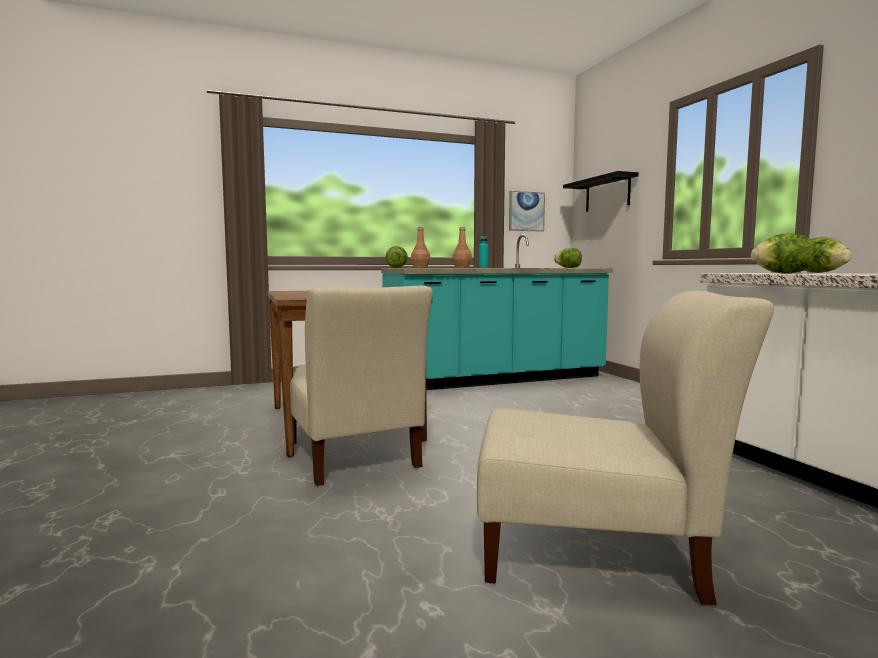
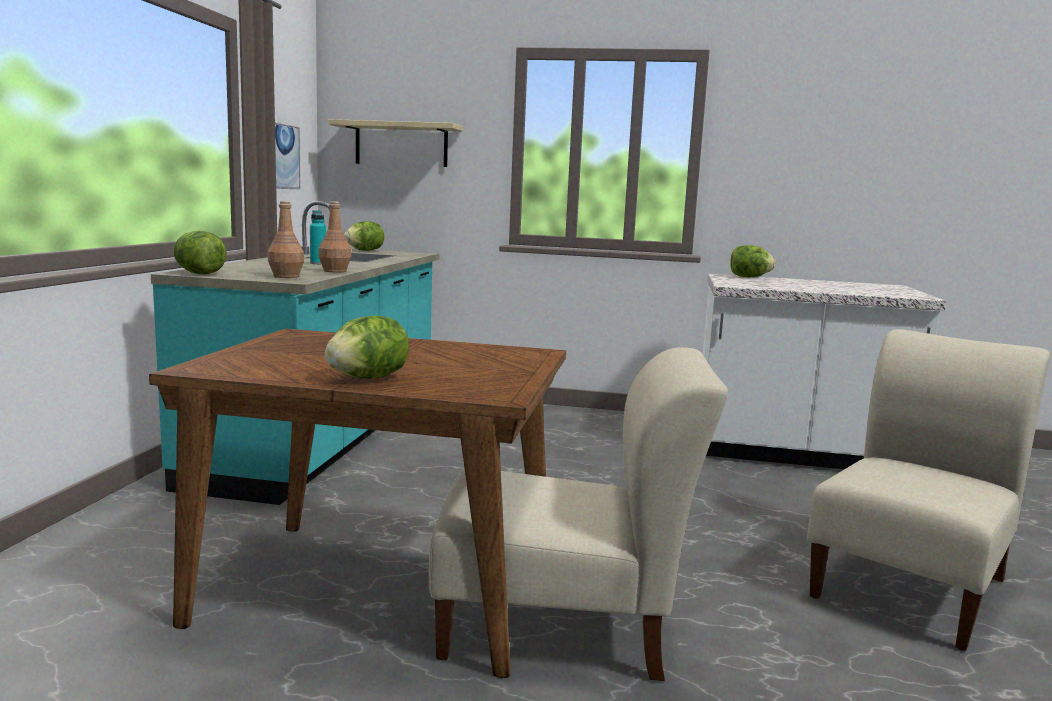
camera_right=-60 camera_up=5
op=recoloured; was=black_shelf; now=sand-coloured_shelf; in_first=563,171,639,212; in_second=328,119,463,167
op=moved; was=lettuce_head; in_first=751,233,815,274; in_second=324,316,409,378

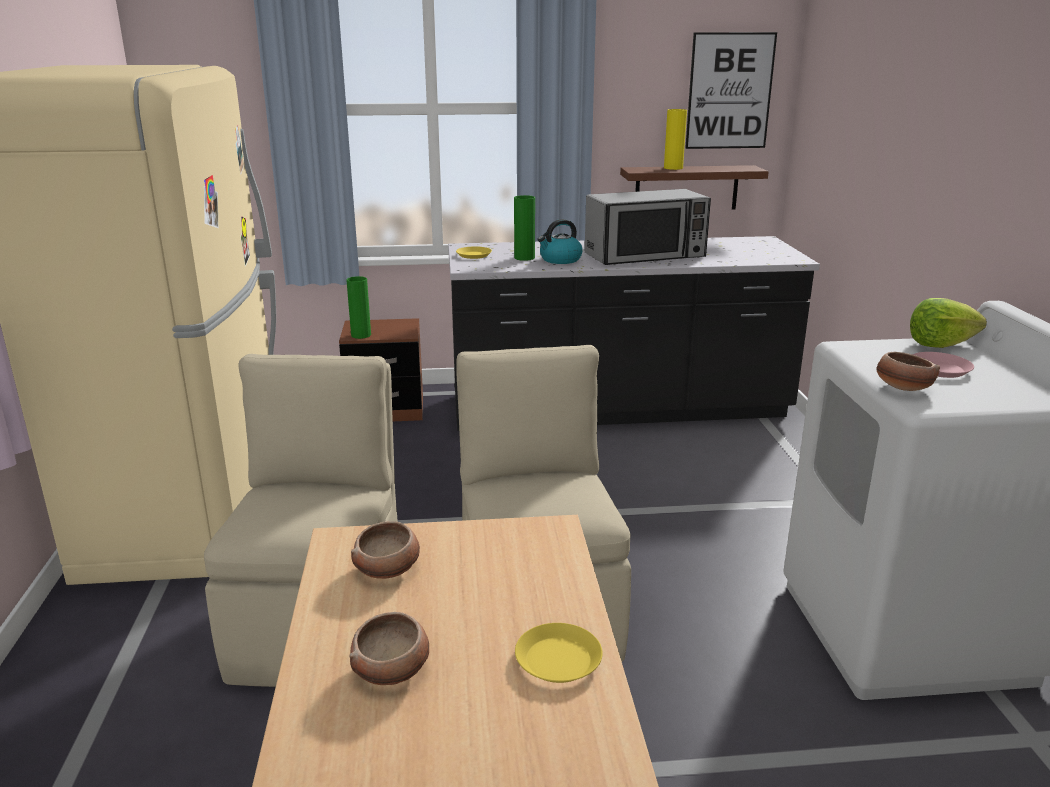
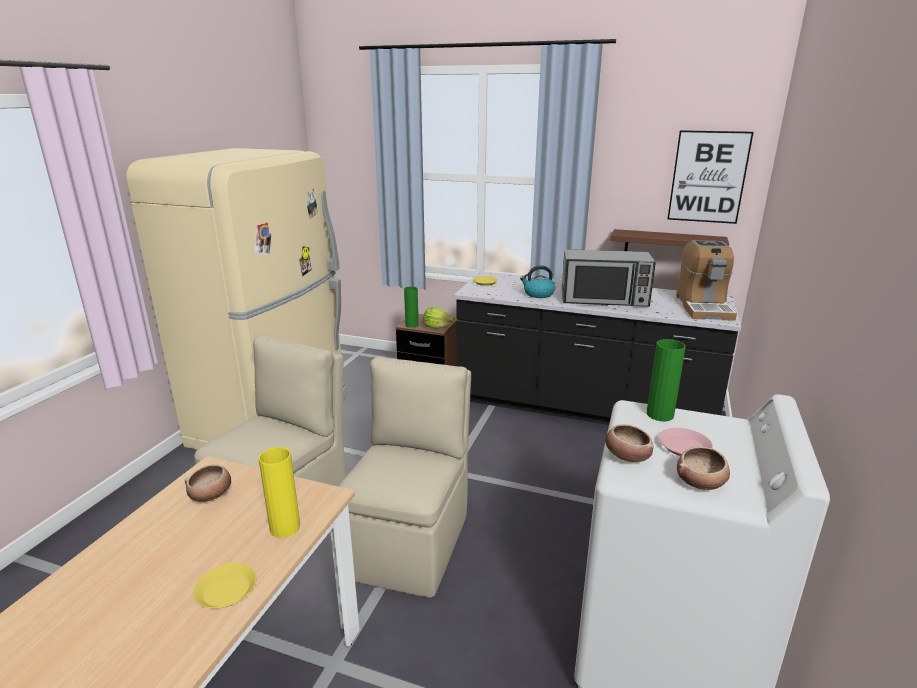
camera_right=25 camera_up=0
op=moved; was=deep_dish; in_first=349,612,429,685; in_second=677,447,730,490
op=moved; was=green_vase; in_first=514,195,535,261; in_second=647,339,686,421
op=moved; was=yellowish_vase; in_first=664,109,687,170; in_second=259,447,300,538
op=moved; was=lettuce_head; in_first=910,298,987,348; in_second=423,307,455,328
op=added; now=coffee_maker; in_second=676,240,737,321

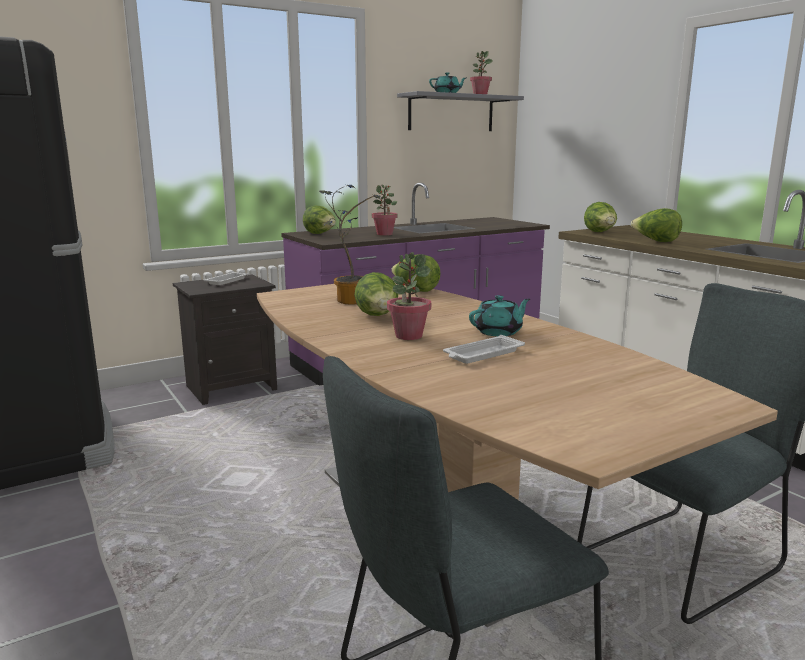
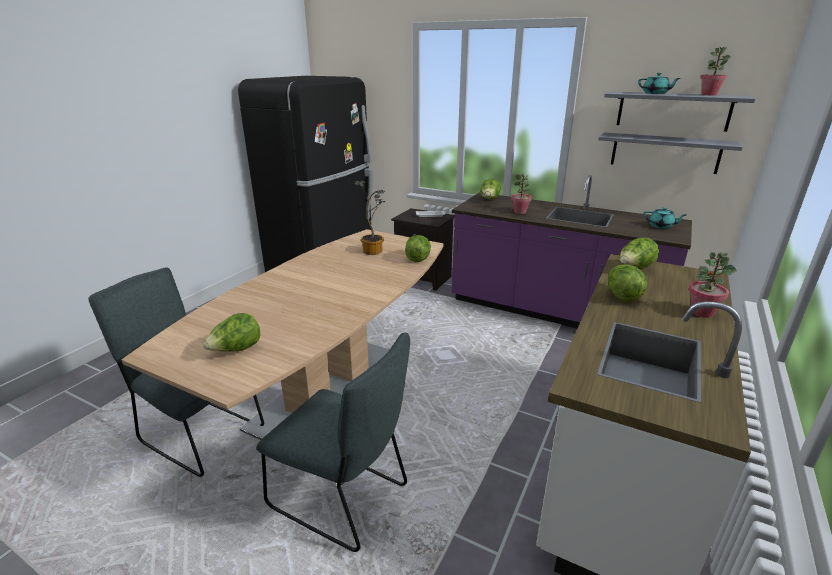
camera_right=60 camera_up=10
op=moved; was=lettuce_head; in_first=354,272,398,316; in_second=203,313,260,352
op=moved; was=plant_in_a_pot; in_first=387,252,431,340; in_second=689,252,737,318
op=removed; was=white-coloured_serving_tray; in_first=443,335,525,364
op=moved; was=turquoise-coloured_tea_pot; in_first=469,295,530,337; in_second=643,208,686,229
op=added; now=grey_shelf; in_second=598,132,743,174

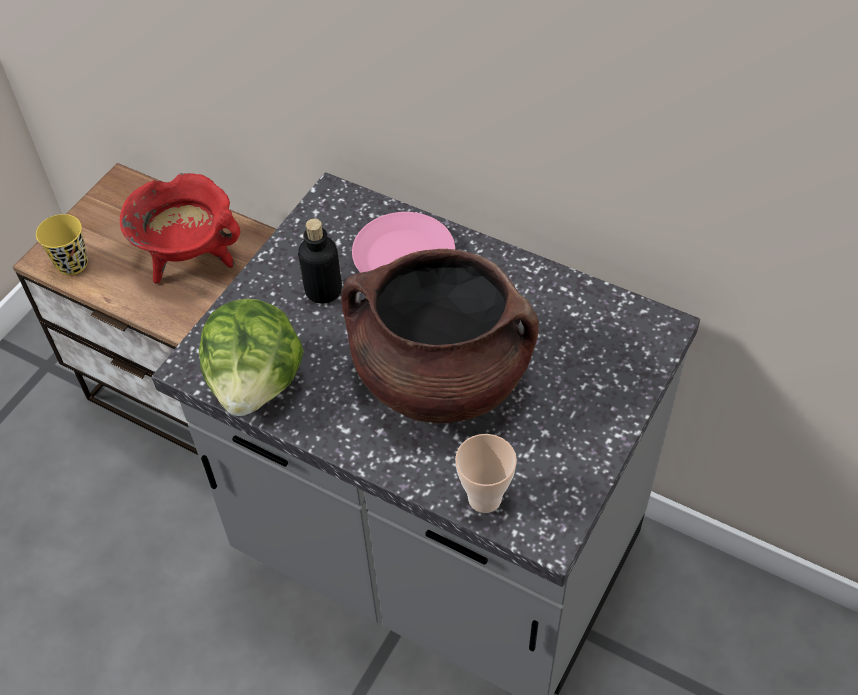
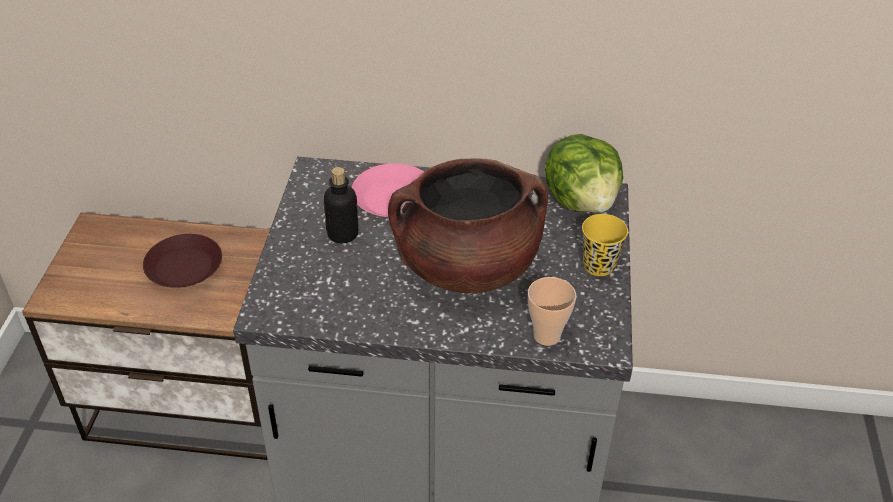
camera_right=-25 camera_up=-10
op=moved; was=yellowish_cup; in_first=36,214,88,275; in_second=582,214,628,276
op=replaced; was=reddish_cooking_pot; now=brown-coloured_flat_dish; in_first=120,173,241,284; in_second=143,234,222,288
op=moved; was=lettuce_head; in_first=199,299,304,416; in_second=545,134,623,213

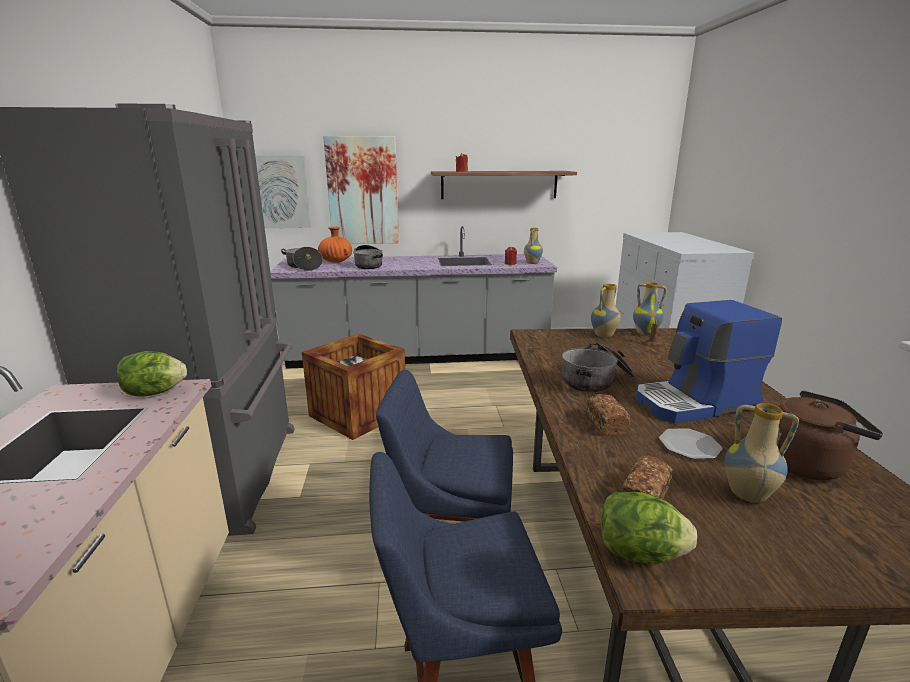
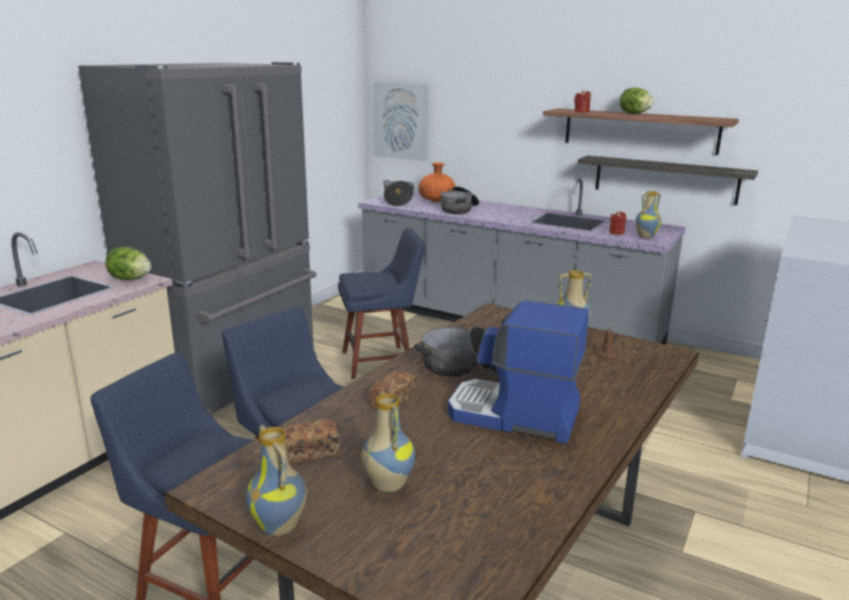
camera_right=35 camera_up=0
op=replaced; was=crate; now=bluish_chair; in_first=302,334,405,440; in_second=338,228,425,379
op=removed; was=wall_picture; in_first=323,136,399,244
op=moved; was=lettuce_head; in_first=601,492,697,564; in_second=619,88,654,114
op=moved; was=vase; in_first=633,282,667,336; in_second=246,425,307,536
op=removed; was=flat_dish; in_first=659,428,723,459
op=removed; was=brown-coloured_kettle; in_first=777,391,883,480
op=added; now=shelf; in_second=578,155,758,205

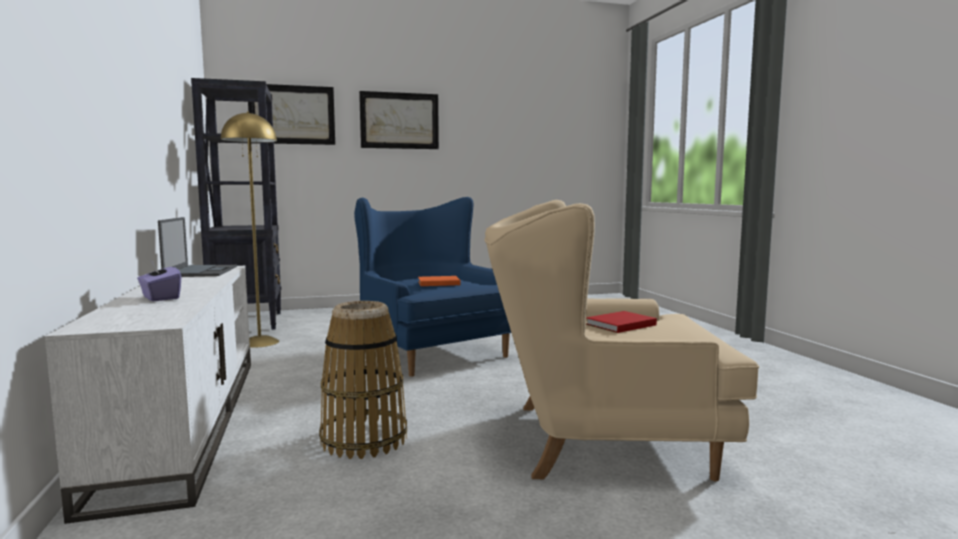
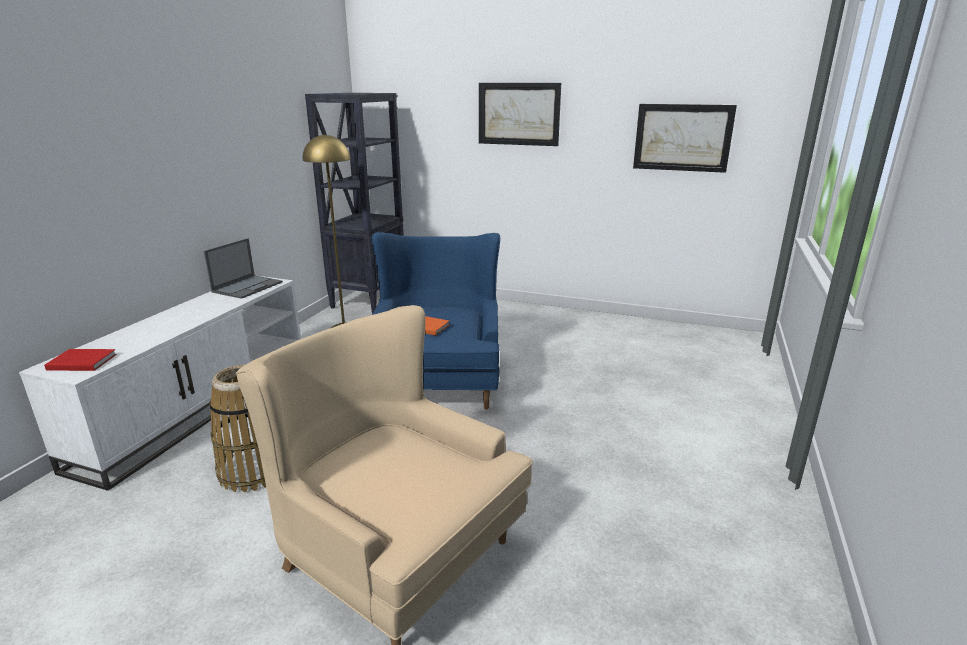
camera_right=35 camera_up=15
op=removed; was=purple-coloured_box_of_tissues; in_first=137,259,181,302
op=moved; was=wall_picture; in_first=248,84,335,145; in_second=633,104,737,173
op=moved; was=reddish_bound_book; in_first=586,311,657,333; in_second=44,349,117,371

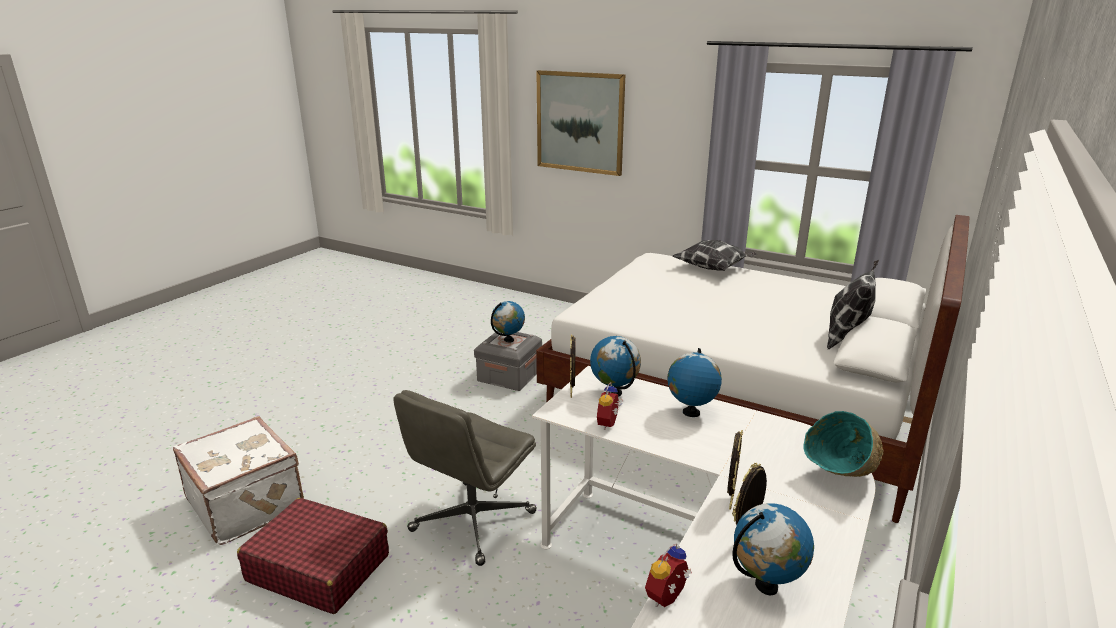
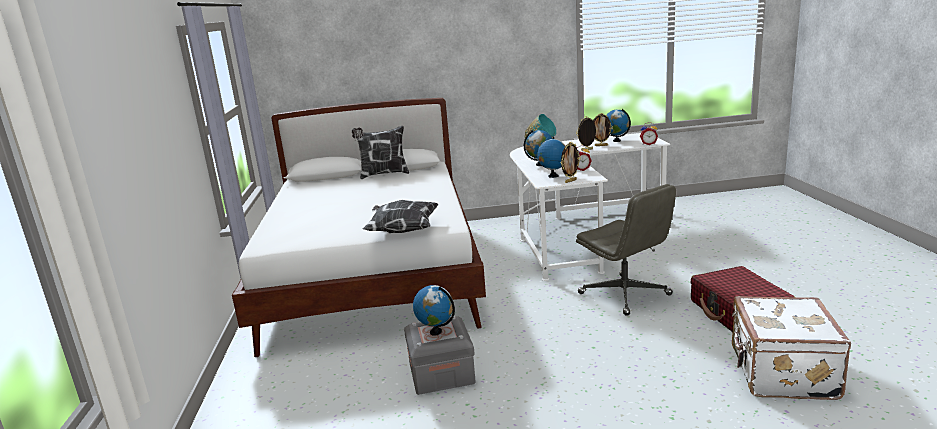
camera_right=-125 camera_up=-5
op=turned; was=grey_desk_chair; in_first=393,390,537,566; in_second=576,184,676,316; clockwise=60
op=removed; was=wall_picture; in_first=536,70,625,176
op=moved; was=throw_pillow; in_first=673,240,757,271; in_second=363,200,439,233

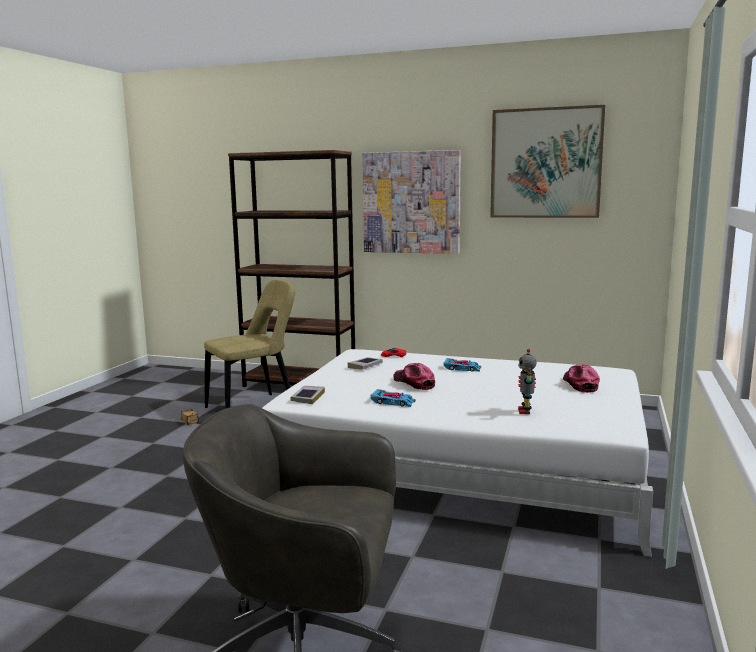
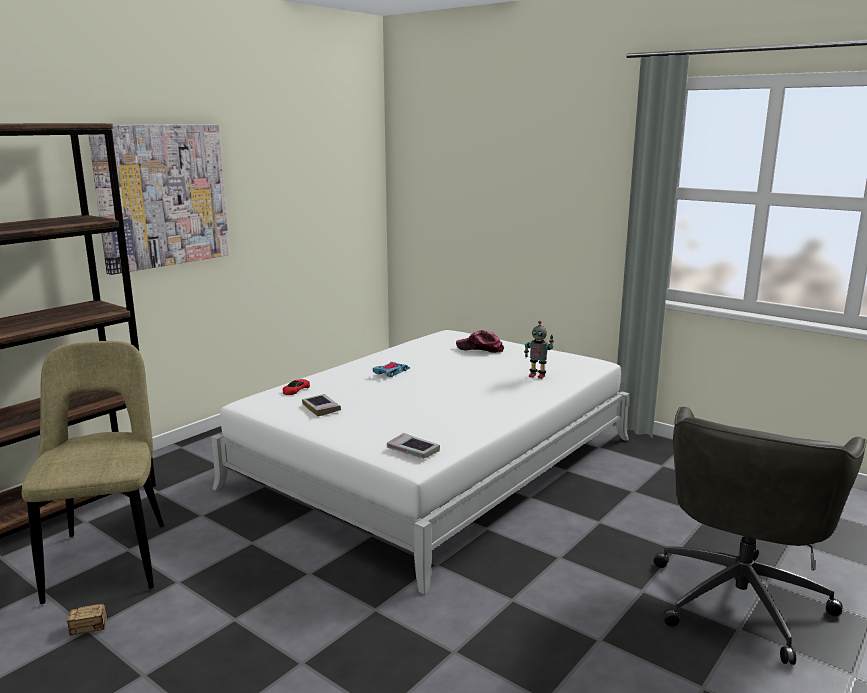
camera_right=-70 camera_up=5
op=removed; was=model_car; in_first=370,389,416,407
op=removed; was=peaked_cap; in_first=393,363,435,390
op=removed; was=wall_picture; in_first=490,105,605,218

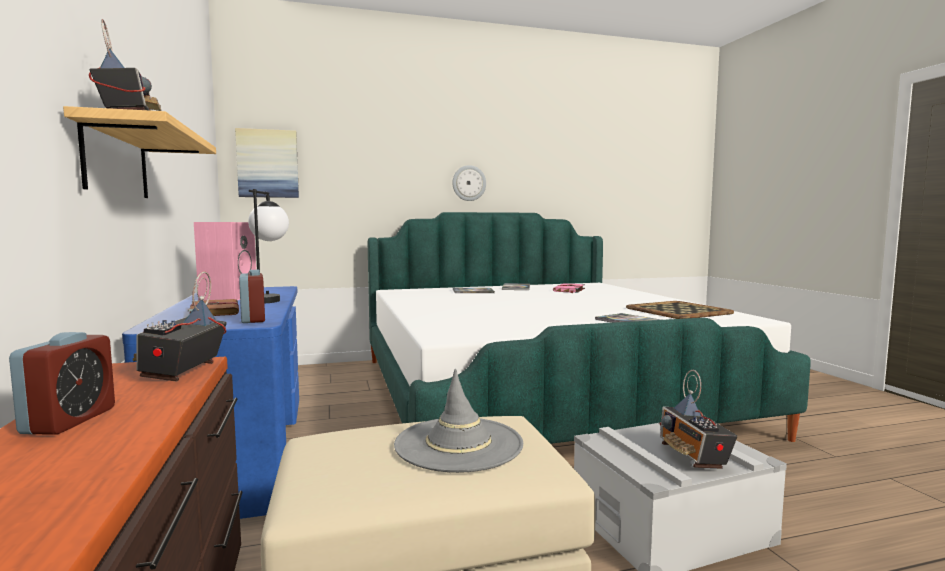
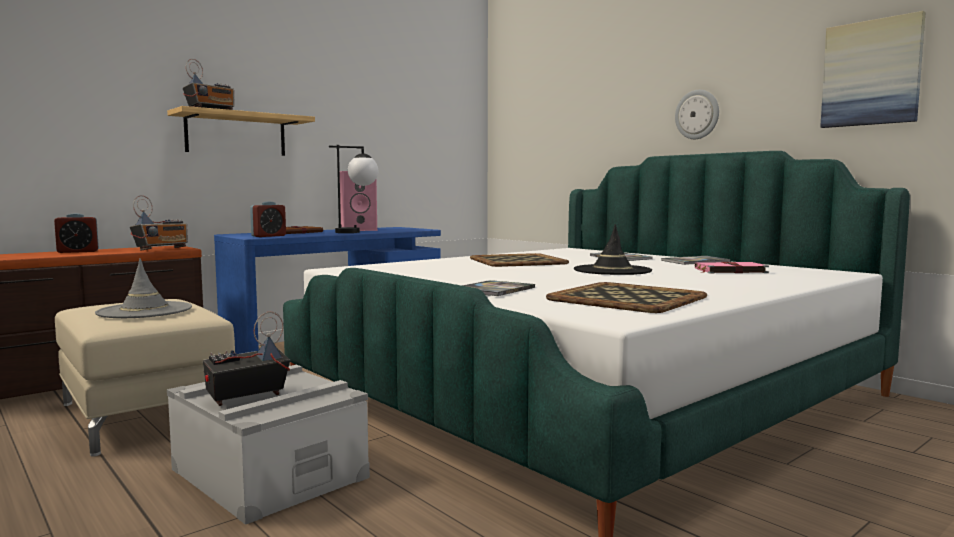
camera_right=65 camera_up=0
op=turned; was=radio; in_first=133,271,227,382; in_second=130,195,188,251; clockwise=150
op=moved; was=wall_picture; in_first=235,128,299,198; in_second=820,11,926,128
op=added; now=serving_tray; in_second=470,253,569,267
op=added; now=black_wearable_hat; in_second=574,224,652,275

